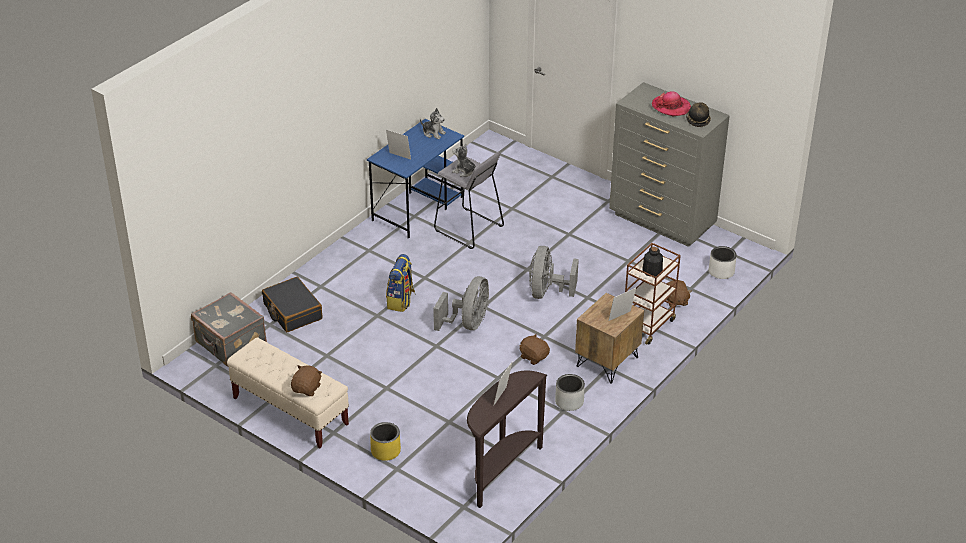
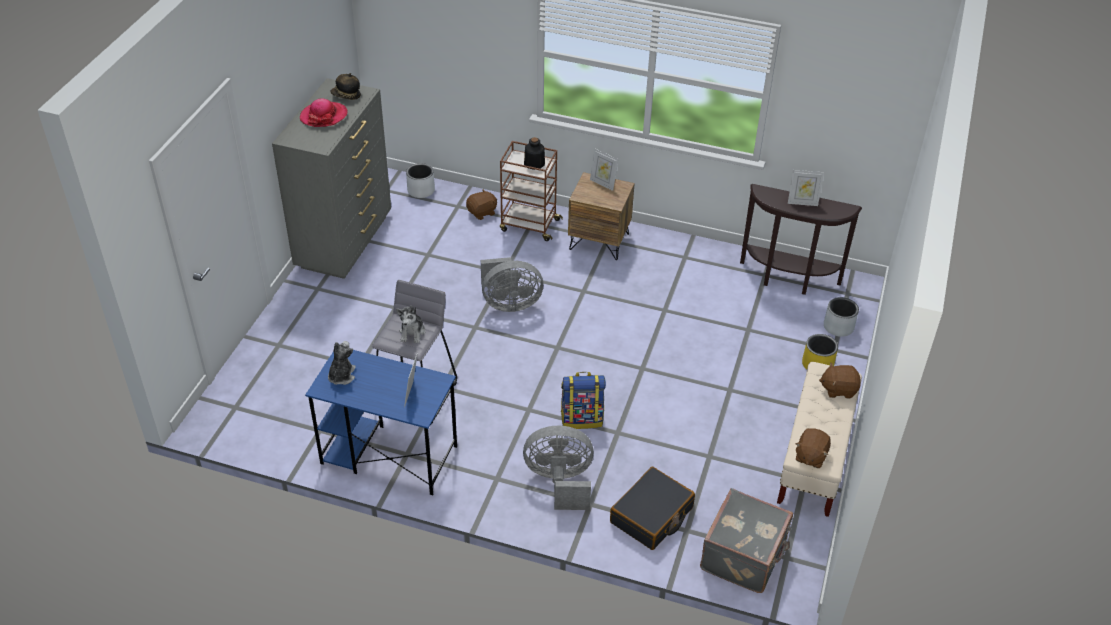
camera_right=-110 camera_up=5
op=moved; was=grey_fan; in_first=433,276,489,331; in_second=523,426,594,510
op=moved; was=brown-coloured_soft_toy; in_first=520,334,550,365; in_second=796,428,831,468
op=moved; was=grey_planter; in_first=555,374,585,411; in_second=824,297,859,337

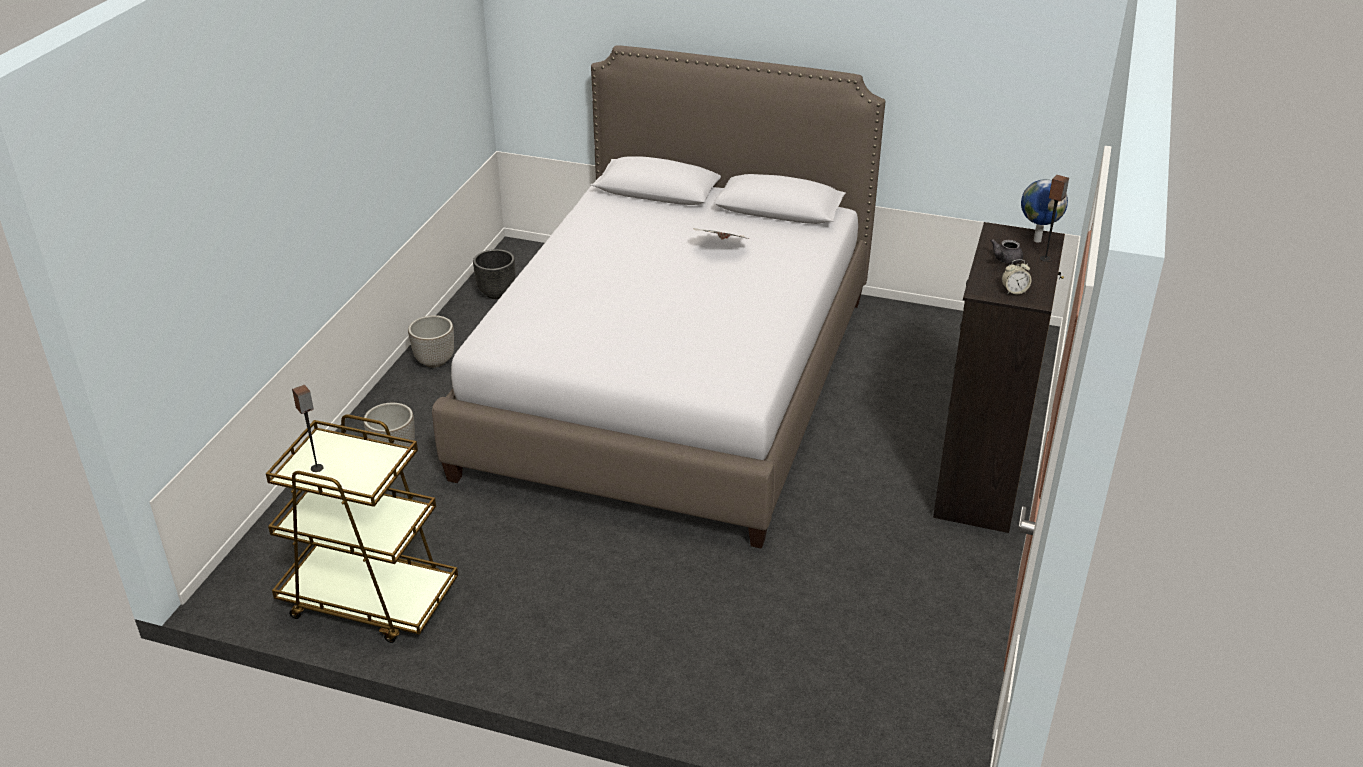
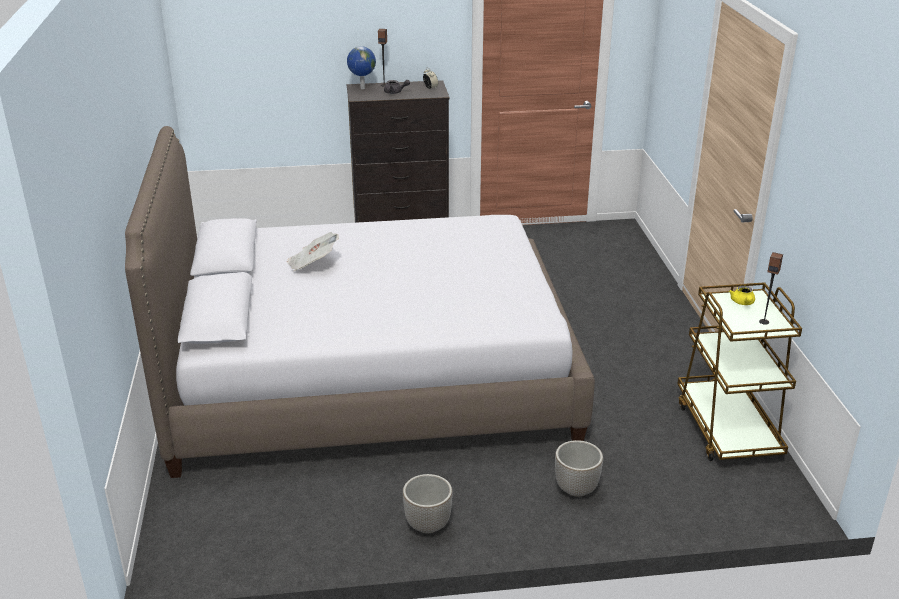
camera_right=-115 camera_up=-5
op=removed; was=black_planter; in_first=473,249,516,299
op=added; now=yellowish_tea_pot; in_second=729,286,755,305

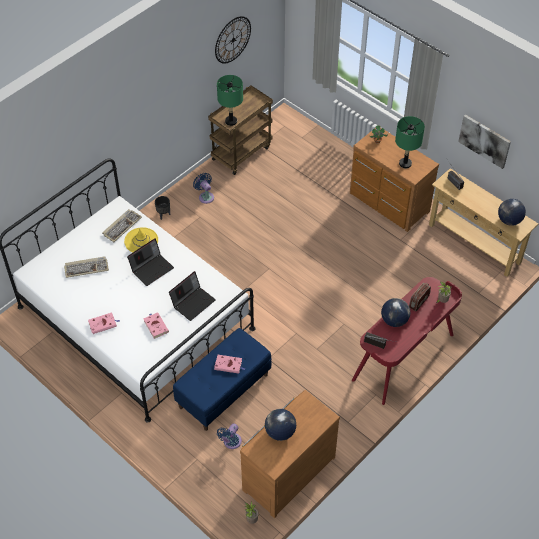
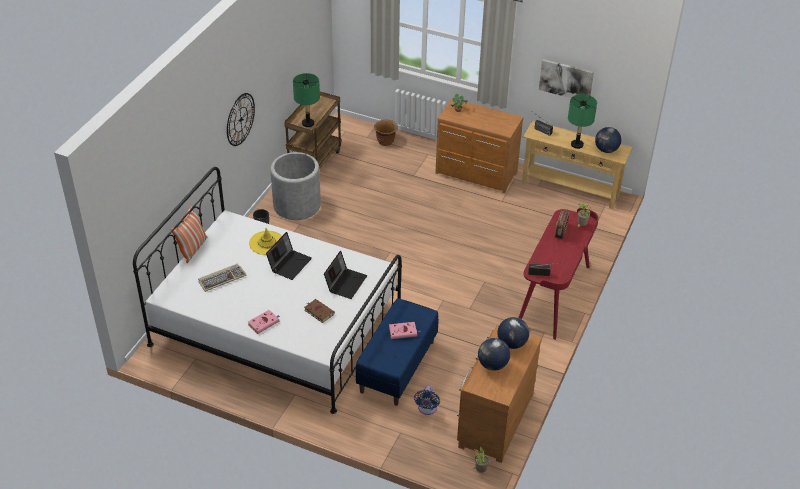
camera_right=-20 camera_up=-10
op=removed; was=keyboard; in_first=102,209,142,242
op=recoloured; was=pink-coloured_bound_book; now=brown-coloured_bound_book; in_first=143,312,169,339; in_second=304,299,335,323
op=replaced; was=bluish_fan; now=grey_planter; in_first=193,173,214,204; in_second=270,152,321,220
op=moved; was=hanging_clock; in_first=215,16,251,64; in_second=227,93,255,146
op=moved; was=desk_globe; in_first=381,298,410,327; in_second=497,317,529,349
op=moved; was=green_table_lamp; in_first=395,116,425,168; in_second=568,94,597,149
op=added; now=throw_pillow; in_second=171,205,208,263
op=added; now=brown-coloured_planter; in_second=374,120,398,146

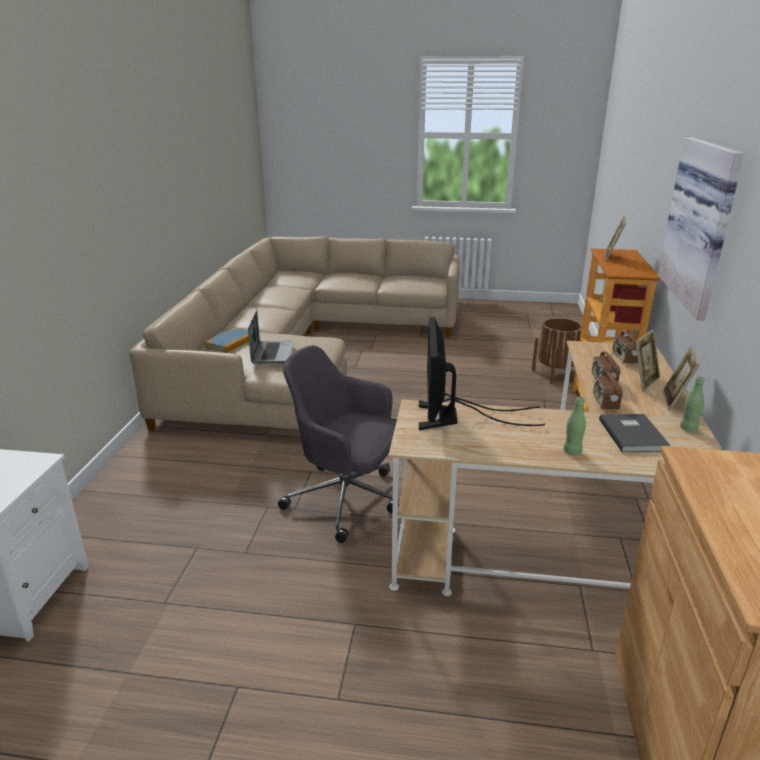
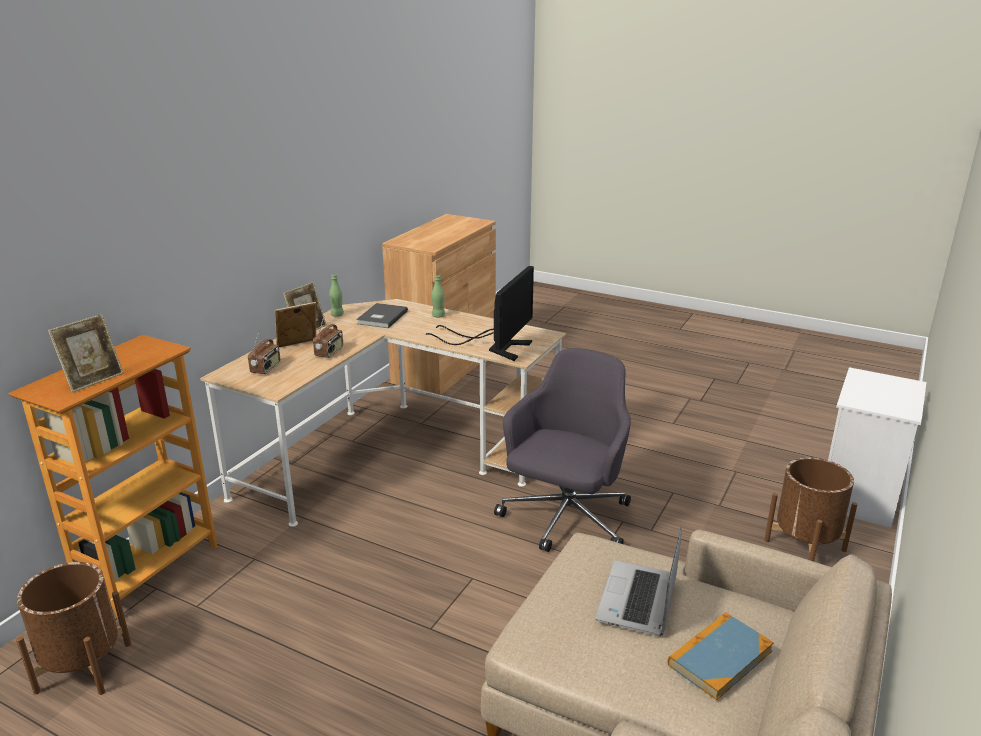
camera_right=-160 camera_up=0
op=turned; was=grey_desk_chair; in_first=278,345,399,543; in_second=494,348,631,552; clockwise=-105
op=removed; was=radio; in_first=593,368,623,409
op=removed; was=wall_picture; in_first=657,137,744,321
op=added; now=brown-coloured_planter; in_second=764,457,857,562

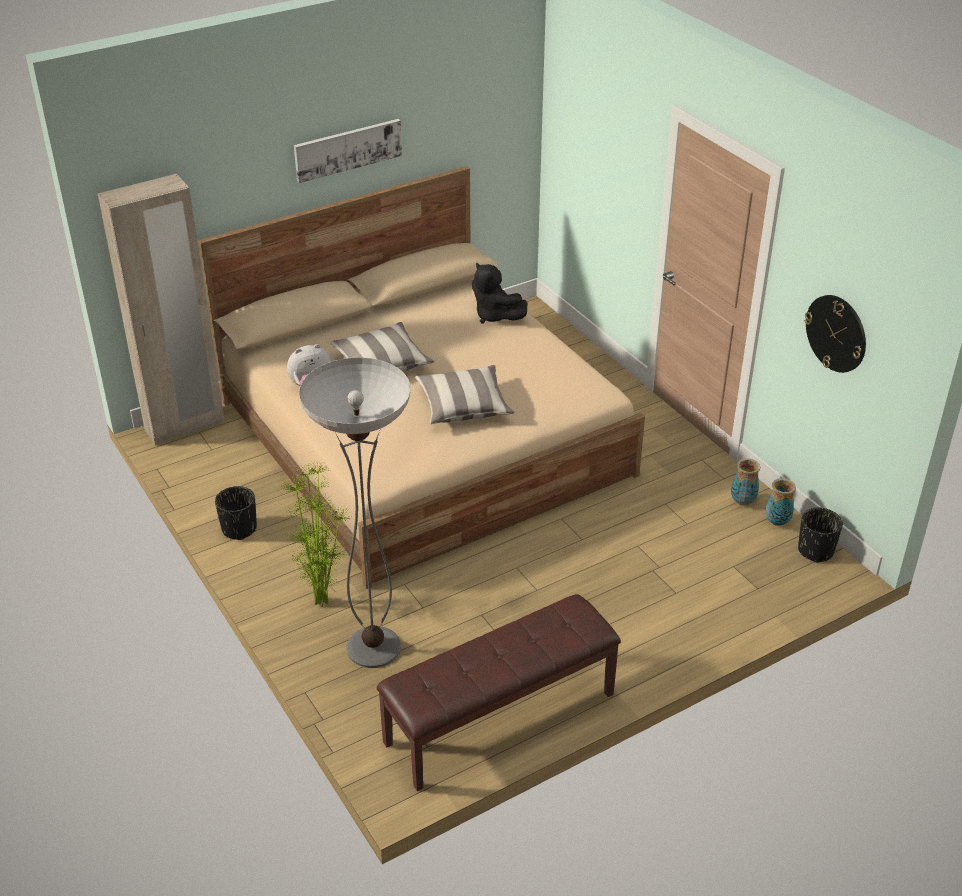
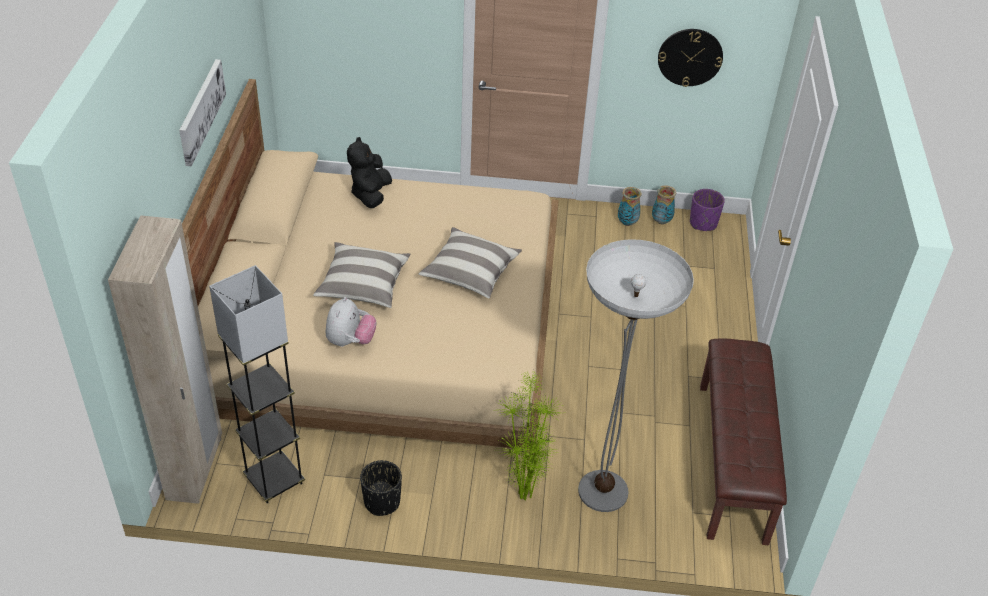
camera_right=-55 camera_up=5
op=turned; was=black_soft_toy; in_first=472,262,527,324; in_second=347,137,392,208; clockwise=105
op=recoloured; was=black_planter; now=purple-coloured_planter; in_first=798,508,843,563; in_second=690,189,725,231
op=added; now=grey_standard_lamp; in_second=209,265,305,504

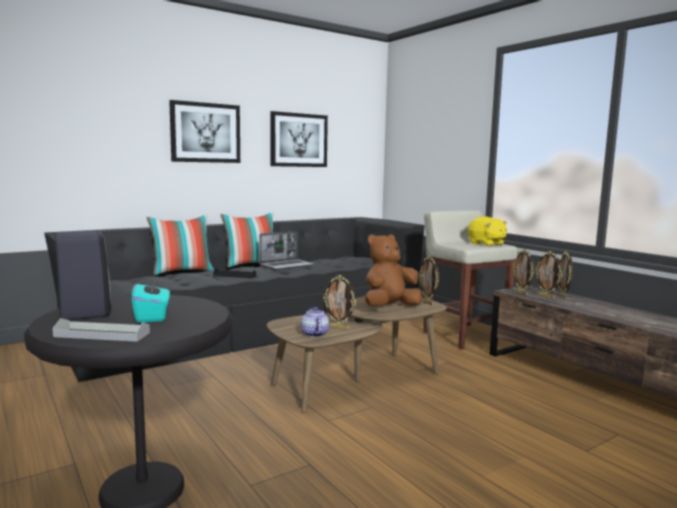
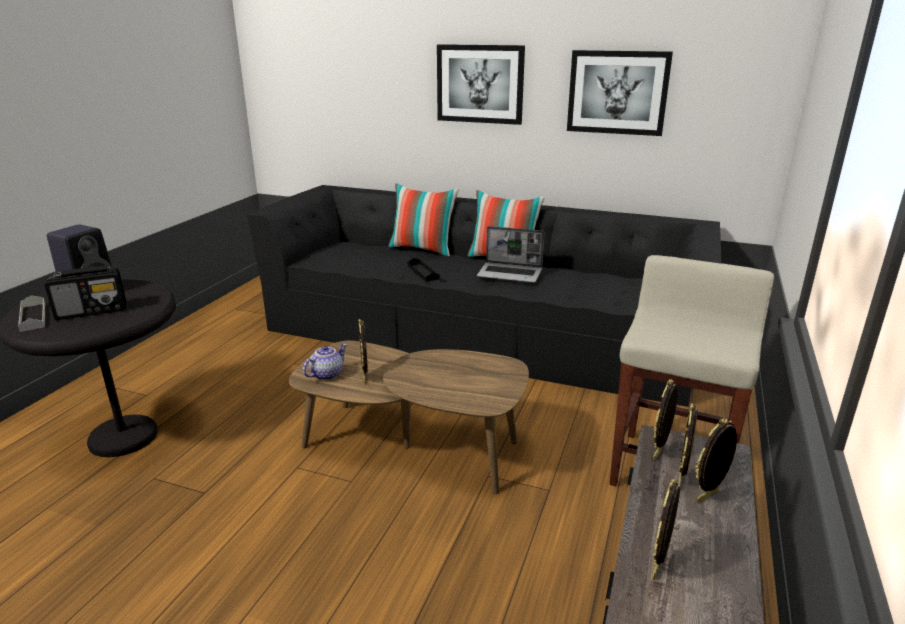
camera_right=55 camera_up=15
op=replaced; was=turquoise-coloured_box_of_tissues; now=radio; in_first=132,275,170,323; in_second=44,265,126,320
op=removed; was=brown-coloured_soft_toy; in_first=365,234,422,306
op=moved; was=standing_frame; in_first=419,255,439,305; in_second=652,479,680,580
op=removed; was=yellowish_soft_toy; in_first=468,216,507,246

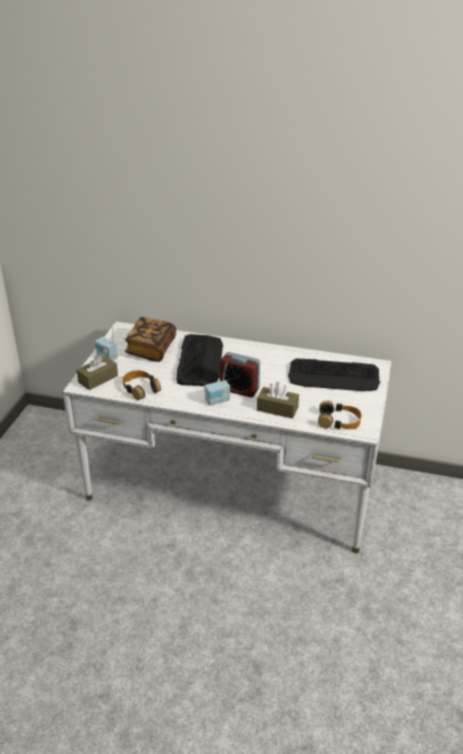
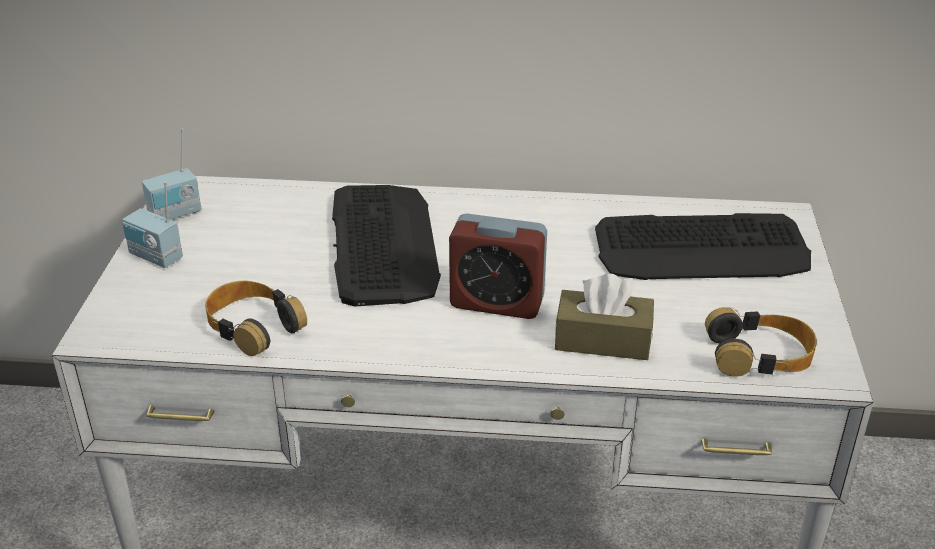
camera_right=-10 camera_up=0
op=removed; was=brown-coloured_box_of_tissues; in_first=77,353,118,390
op=removed; was=bound_book; in_first=125,317,176,362
op=moved; was=radio; in_first=205,363,230,405; in_second=142,129,202,220

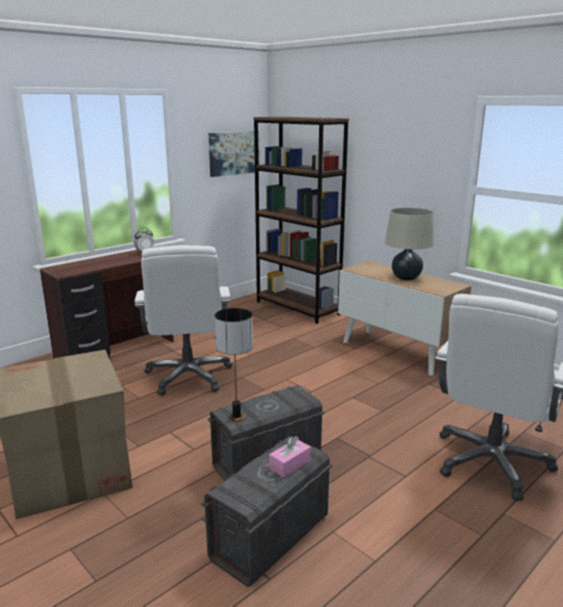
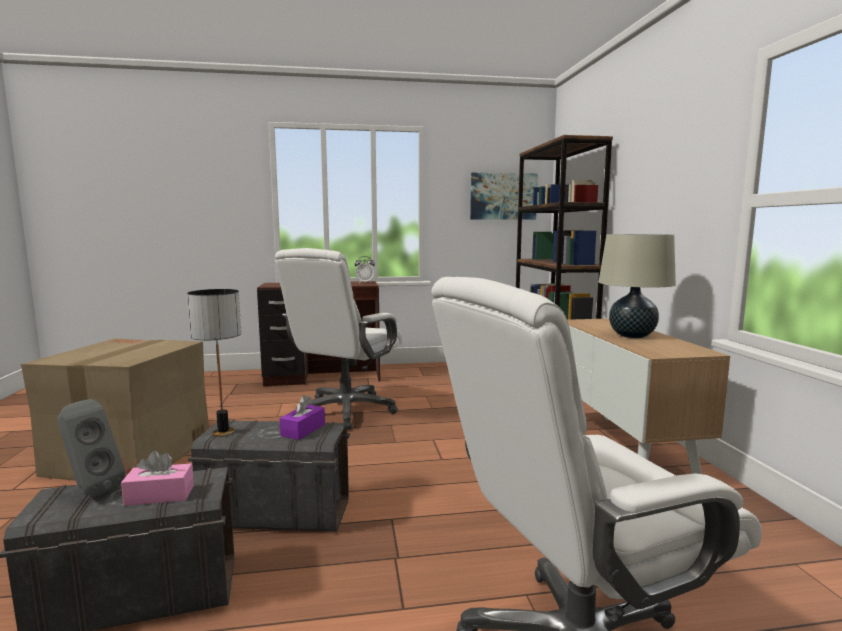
camera_right=35 camera_up=-10
op=added; now=grey_speaker; in_second=57,399,125,497
op=added; now=purple-coloured_box_of_tissues; in_second=280,395,325,440

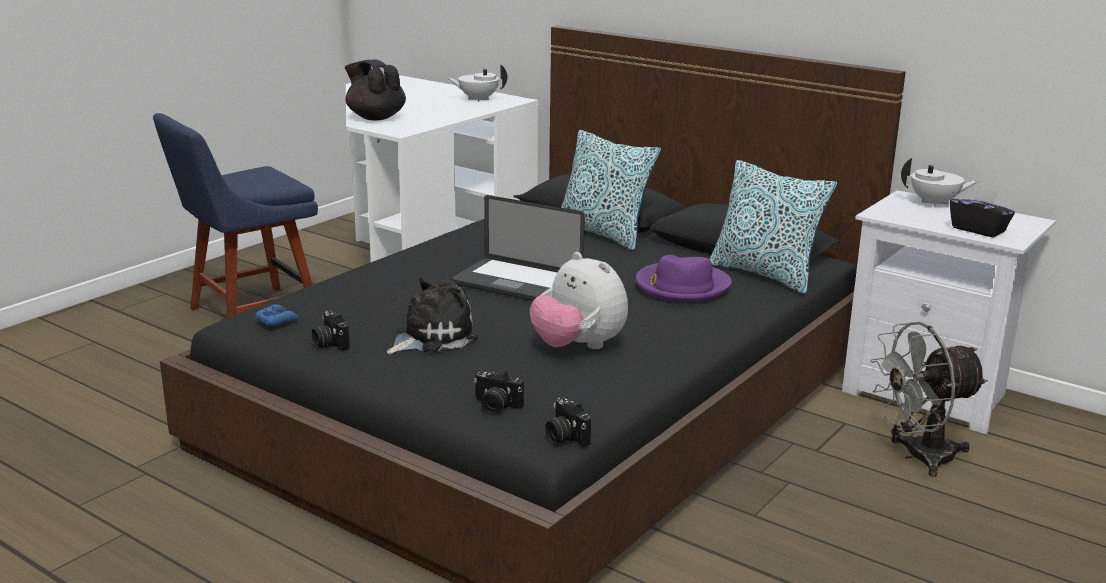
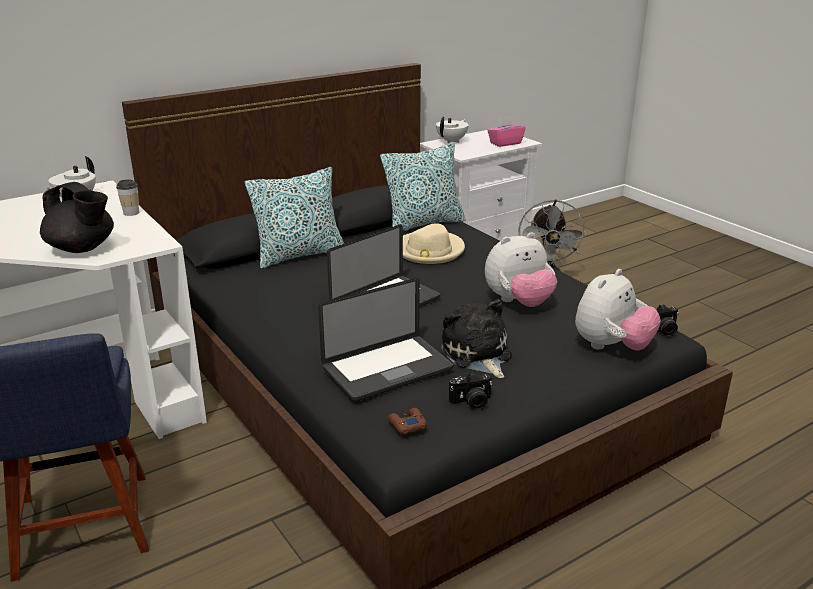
camera_right=-70 camera_up=5
op=recoloured; was=bluish_gamepad; now=brown-coloured_gamepad; in_first=255,304,298,326; in_second=387,408,427,434
op=turned; was=black_tea_pot; in_first=345,59,406,120; in_second=40,182,114,253; clockwise=-120
op=replaced; was=photo_camera; now=soft_toy; in_first=474,370,524,414; in_second=575,269,661,350
op=recoloured; was=purple-coloured_wearable_hat; now=sand-coloured_wearable_hat; in_first=635,255,732,303; in_second=403,223,465,264
op=recoloured; was=black_box_of_tissues; now=pink-coloured_box_of_tissues; in_first=950,185,1015,237; in_second=487,116,526,147
op=added; now=cup; in_second=116,179,139,216
op=added; now=laptop; in_second=318,278,453,401

